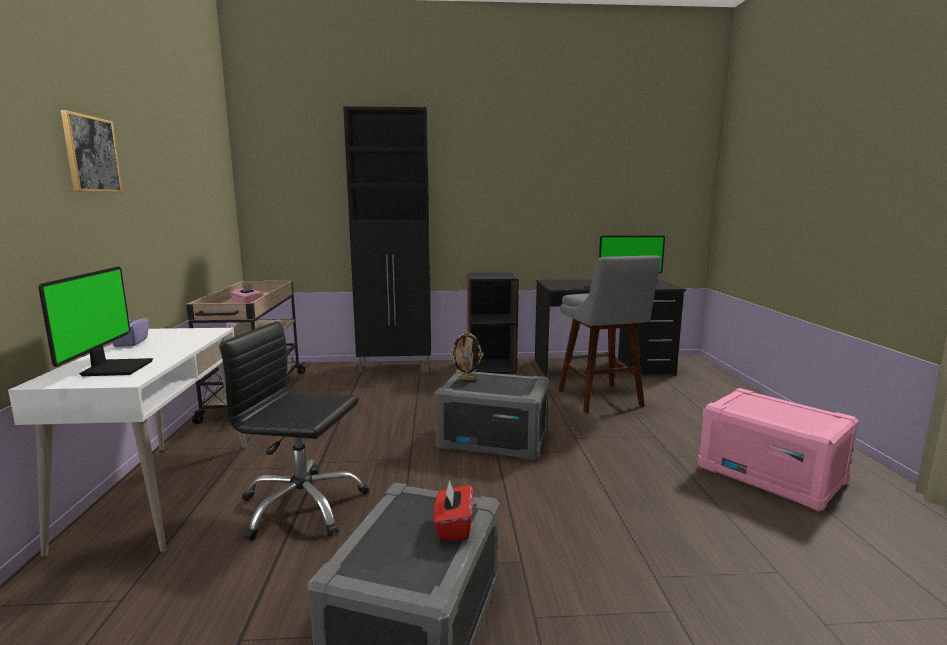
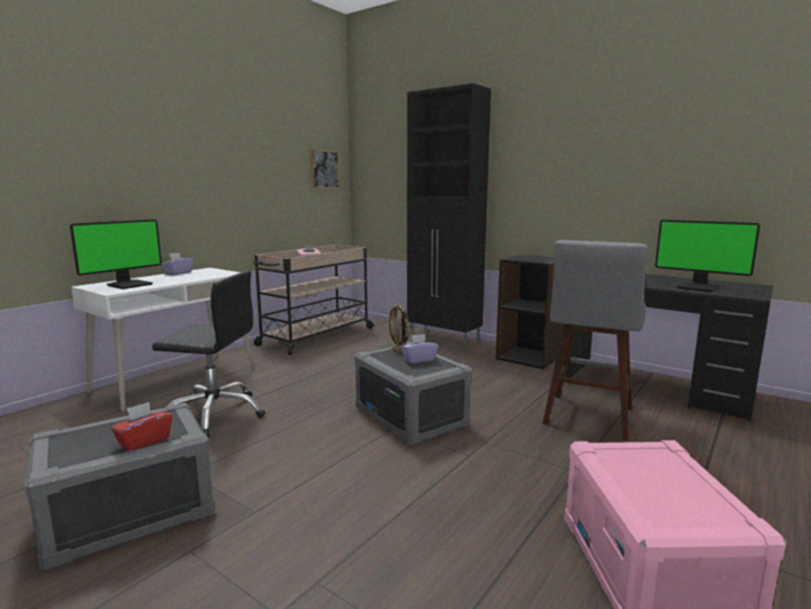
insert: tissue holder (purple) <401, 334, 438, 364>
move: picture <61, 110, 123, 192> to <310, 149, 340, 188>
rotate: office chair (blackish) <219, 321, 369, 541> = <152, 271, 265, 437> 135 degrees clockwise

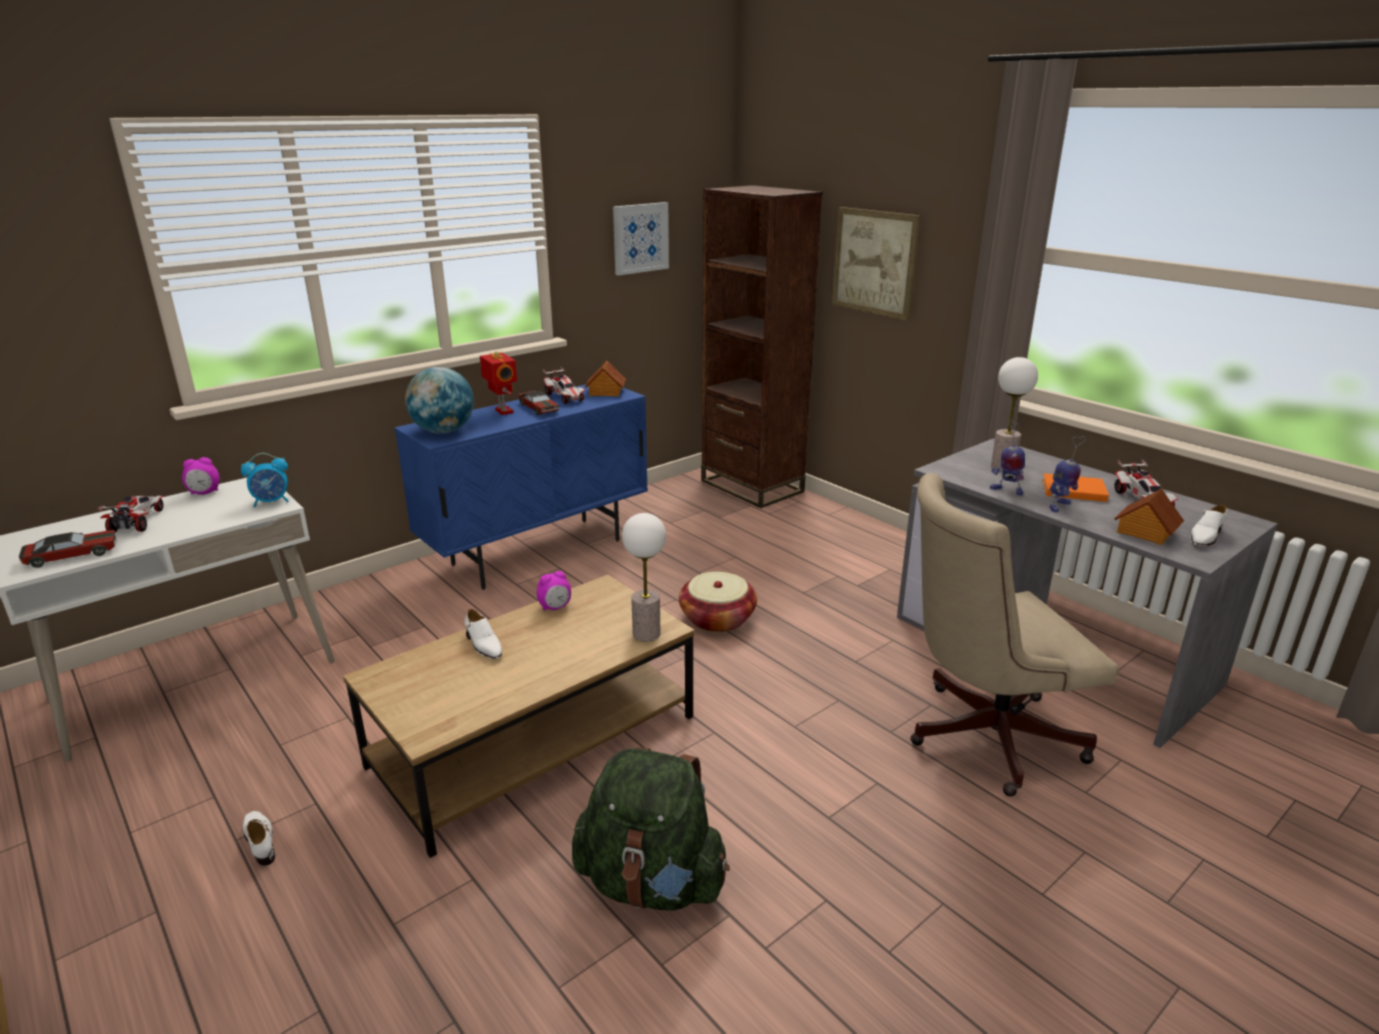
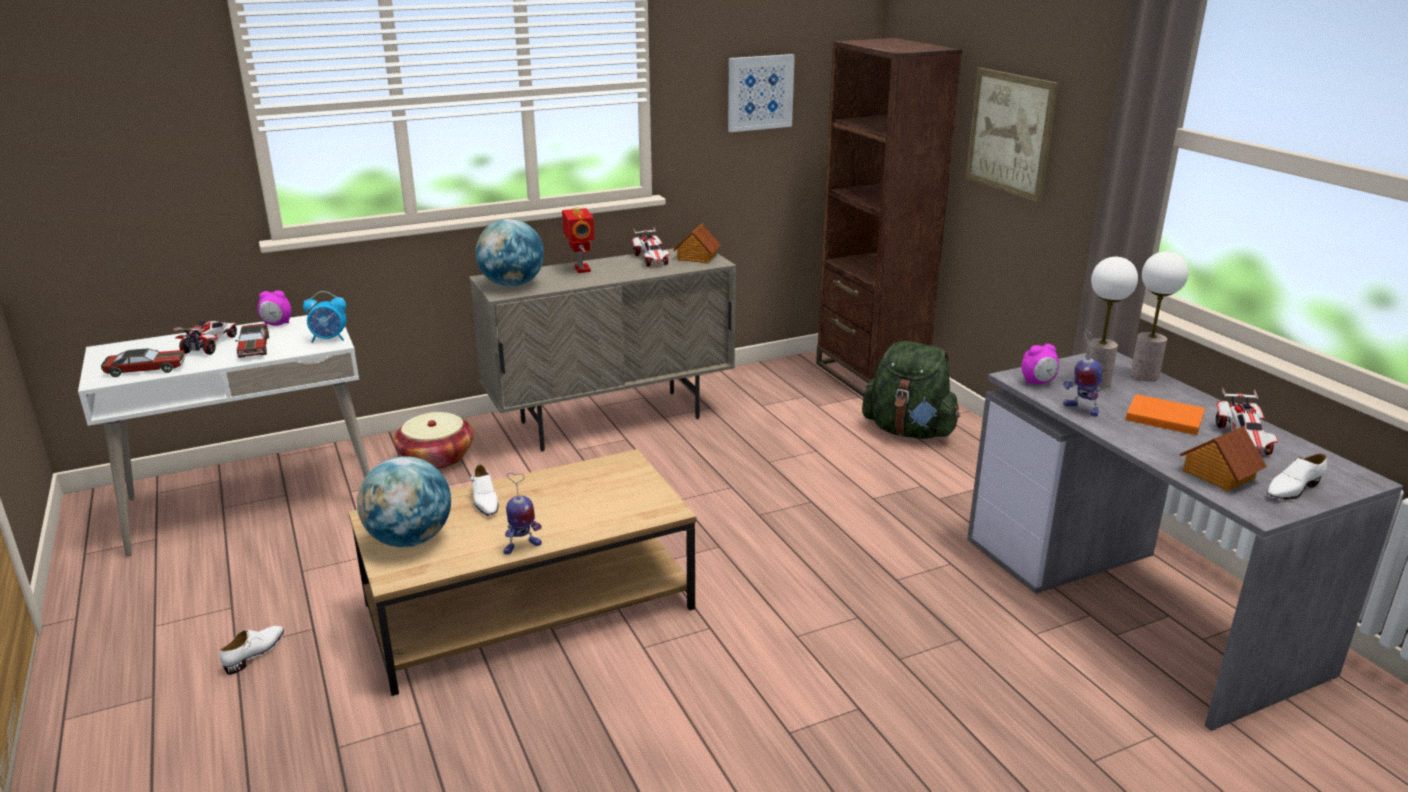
delete: office chair (beige) <910, 473, 1118, 797>
insert: world globe <357, 456, 451, 547>
move: model car <518, 391, 559, 415> to <235, 324, 269, 358>; alarm clock <536, 571, 571, 611> to <1021, 344, 1059, 385>; backpack (green-coloured) <572, 747, 730, 911> to <862, 341, 960, 439>; lamp for a table <622, 513, 666, 641> to <1130, 251, 1189, 381>; household basket <679, 572, 757, 632> to <394, 412, 473, 470>; model robot <1050, 436, 1086, 513> to <503, 473, 542, 555>
recolor: storage cabinet (bluish) <394, 384, 648, 590> to storage cabinet (beige) <469, 248, 736, 451>
rotate: low shoe (white-coloured) <243, 811, 275, 865> = <220, 626, 284, 675> 45 degrees clockwise

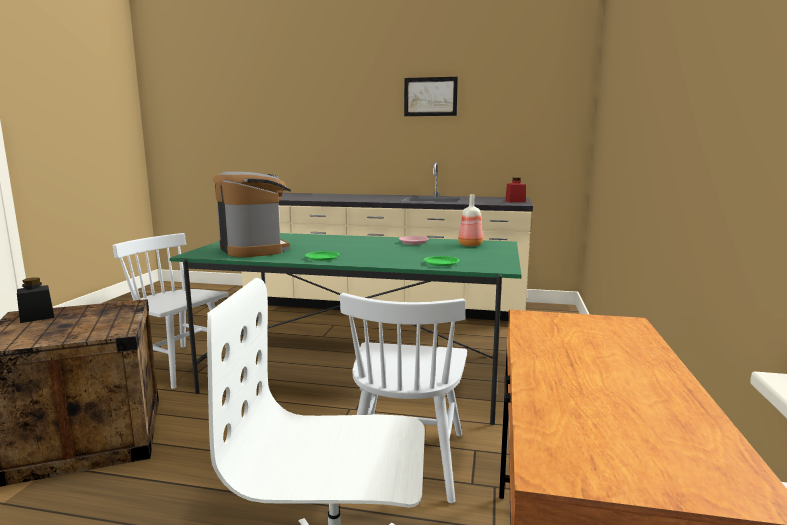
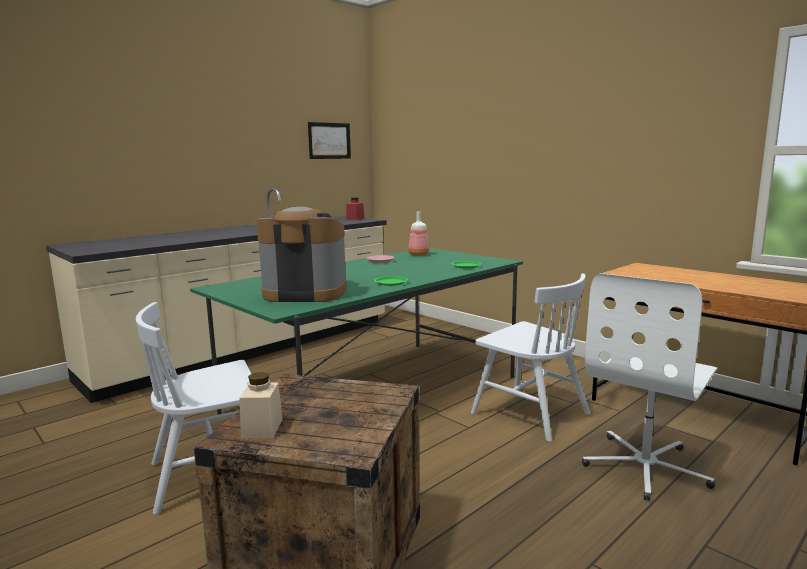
move: picture <404, 77, 458, 116> to <308, 122, 351, 159>
recolor: jar (blackish) <17, 277, 54, 323> to jar (beige) <239, 372, 283, 438>

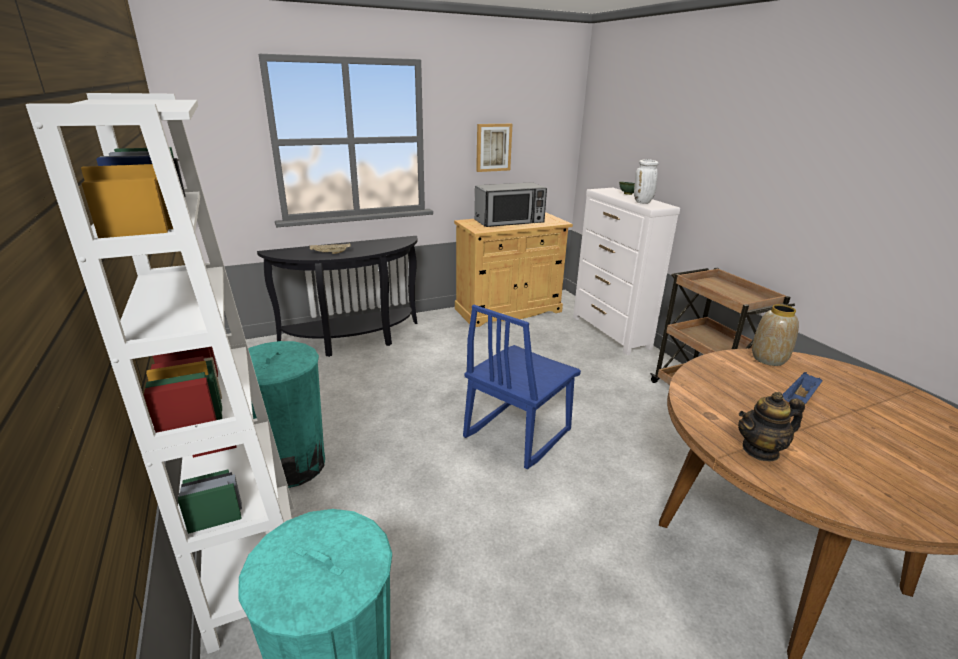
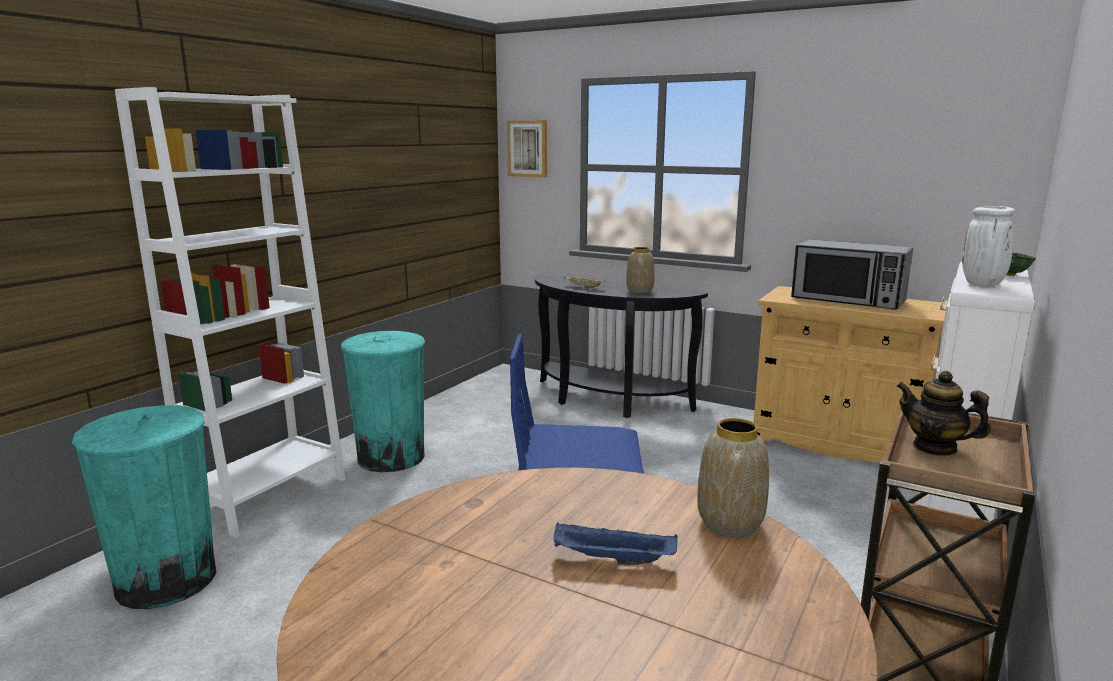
insert: decorative vase <626, 247, 655, 293>
move: picture <476, 124, 512, 172> to <507, 120, 547, 177>; pot for tea <738, 392, 805, 462> to <897, 371, 991, 456>

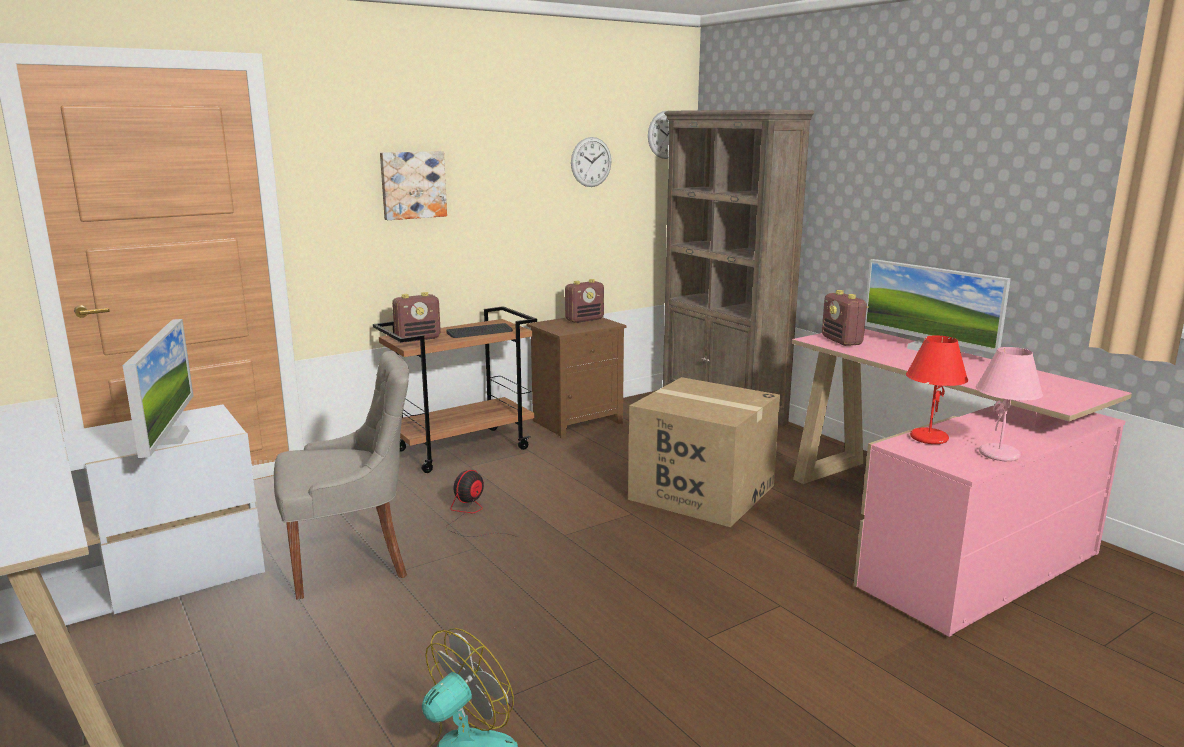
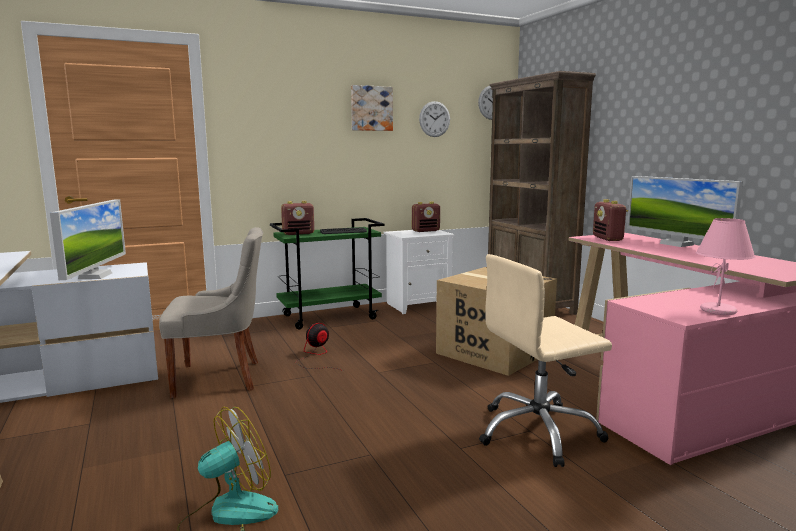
delete: lamp for a table (red) <906, 335, 968, 444>
insert: office chair (beige) <479, 254, 612, 467>
move: picture <380, 151, 447, 220> to <351, 85, 393, 131>
recolor: trolley (brown-coloured) <373, 306, 537, 473> to trolley (green-coloured) <270, 218, 385, 329>; night table (brown-coloured) <527, 317, 627, 438> to night table (white-coloured) <383, 230, 454, 314>

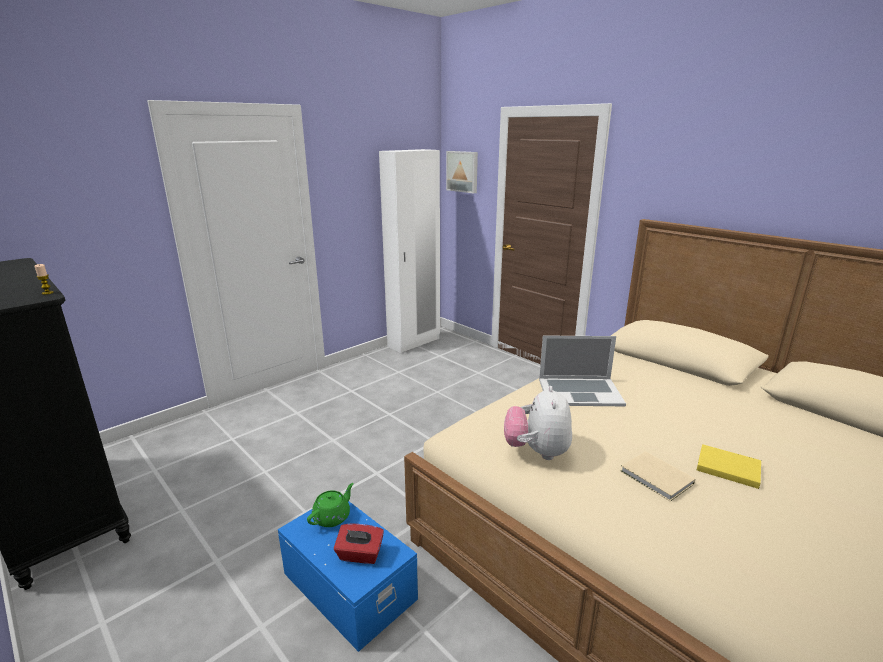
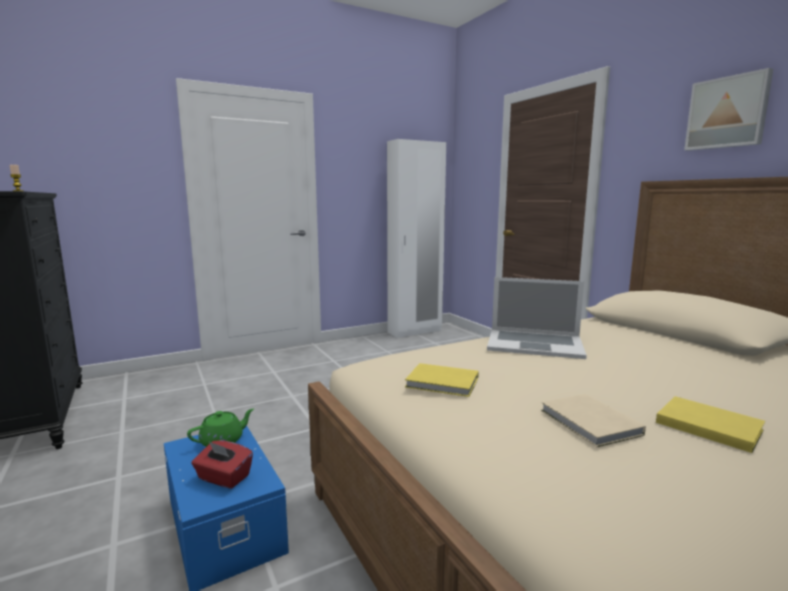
move: picture <446, 151, 478, 194> to <684, 68, 773, 151>
replace: plush toy <504, 386, 572, 460> to book (yellow-coloured) <405, 363, 479, 397>

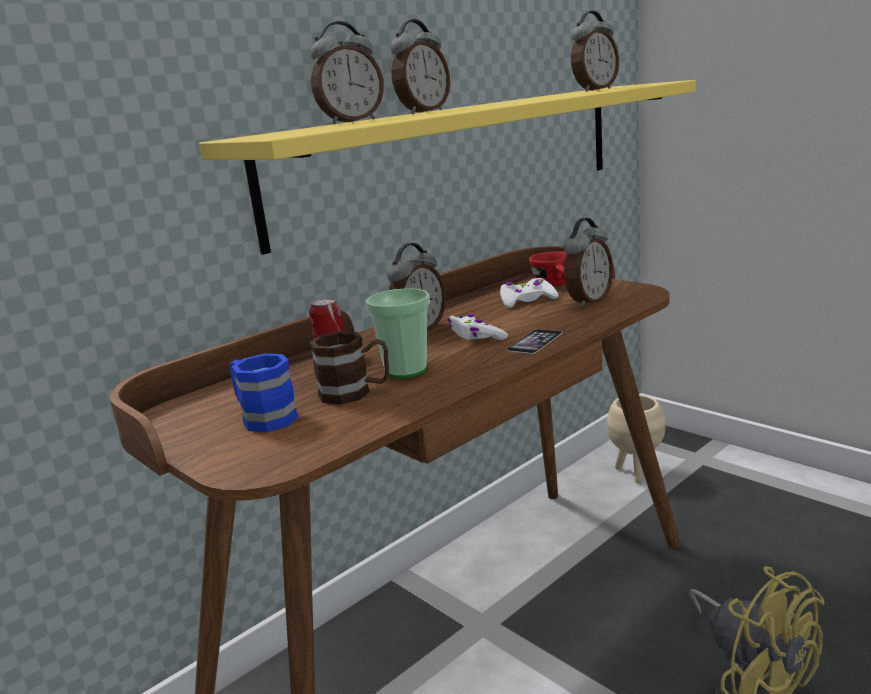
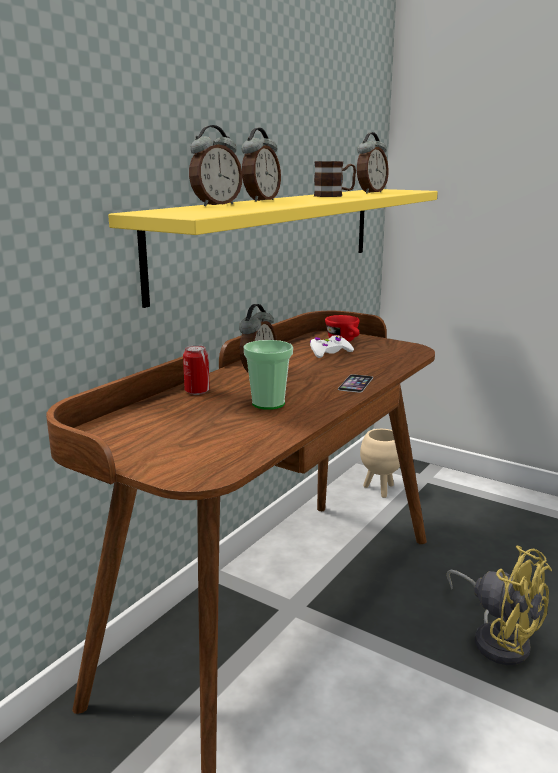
delete: coffee mug (bluish) <229, 354, 298, 432>; gamepad (white-coloured) <448, 314, 508, 340>; alarm clock <563, 218, 613, 308>
move: coffee mug (brown-coloured) <310, 331, 389, 405> to <314, 161, 356, 197>

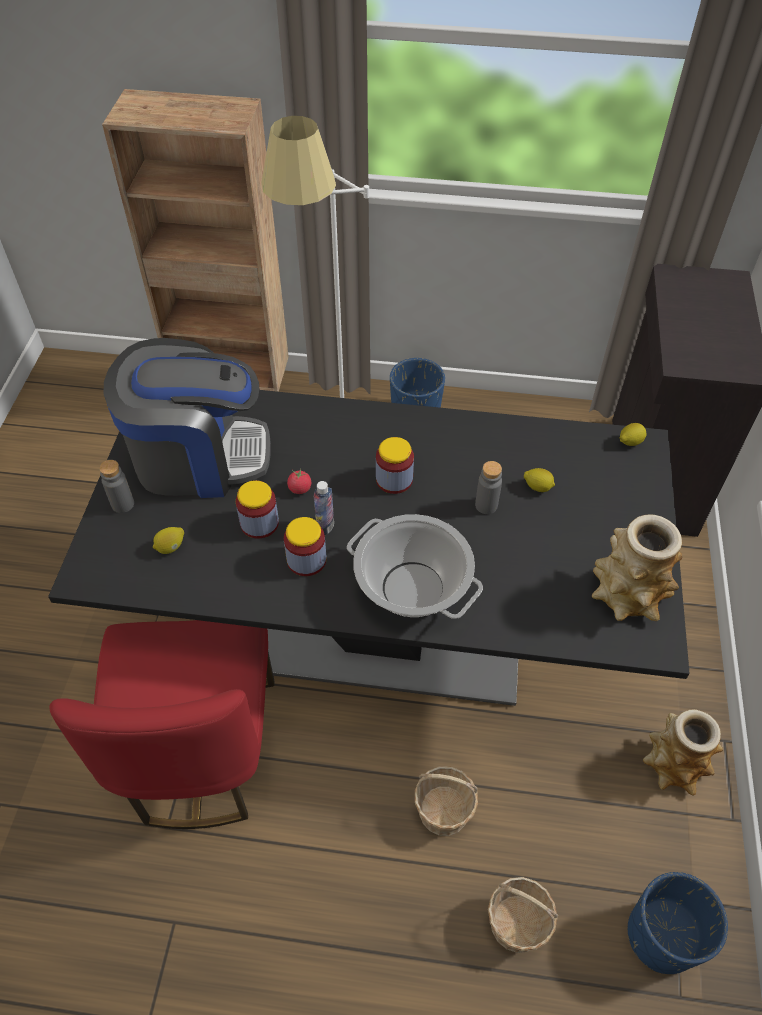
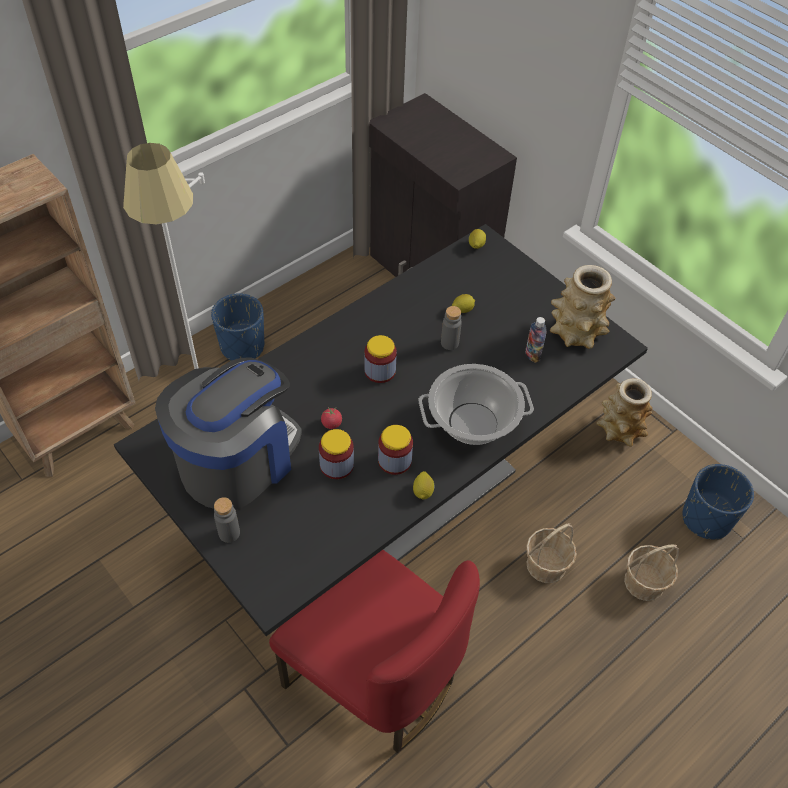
move: whole lemon <153, 527, 184, 554> to <413, 471, 434, 499>; bottle <314, 481, 334, 536> to <525, 317, 547, 363>

